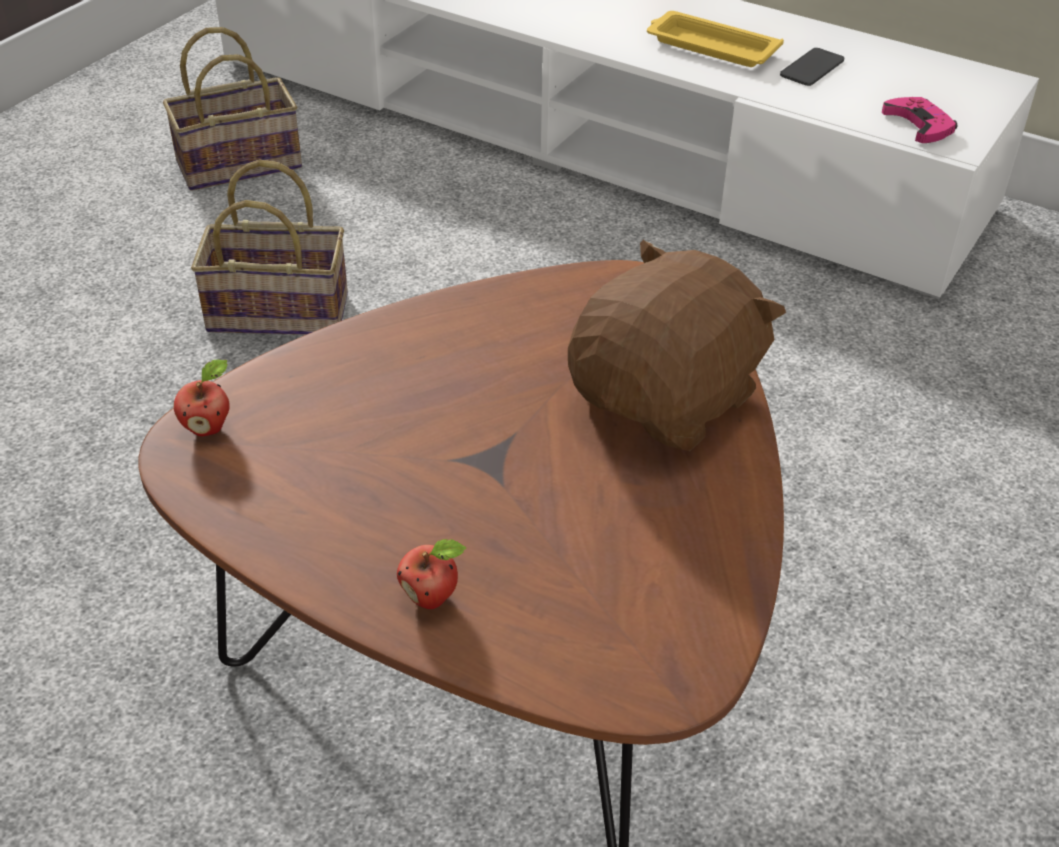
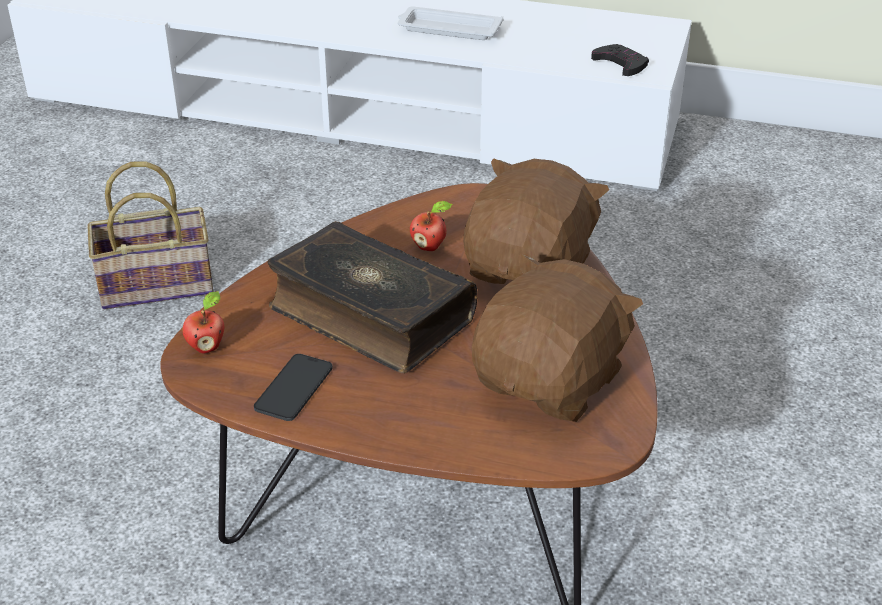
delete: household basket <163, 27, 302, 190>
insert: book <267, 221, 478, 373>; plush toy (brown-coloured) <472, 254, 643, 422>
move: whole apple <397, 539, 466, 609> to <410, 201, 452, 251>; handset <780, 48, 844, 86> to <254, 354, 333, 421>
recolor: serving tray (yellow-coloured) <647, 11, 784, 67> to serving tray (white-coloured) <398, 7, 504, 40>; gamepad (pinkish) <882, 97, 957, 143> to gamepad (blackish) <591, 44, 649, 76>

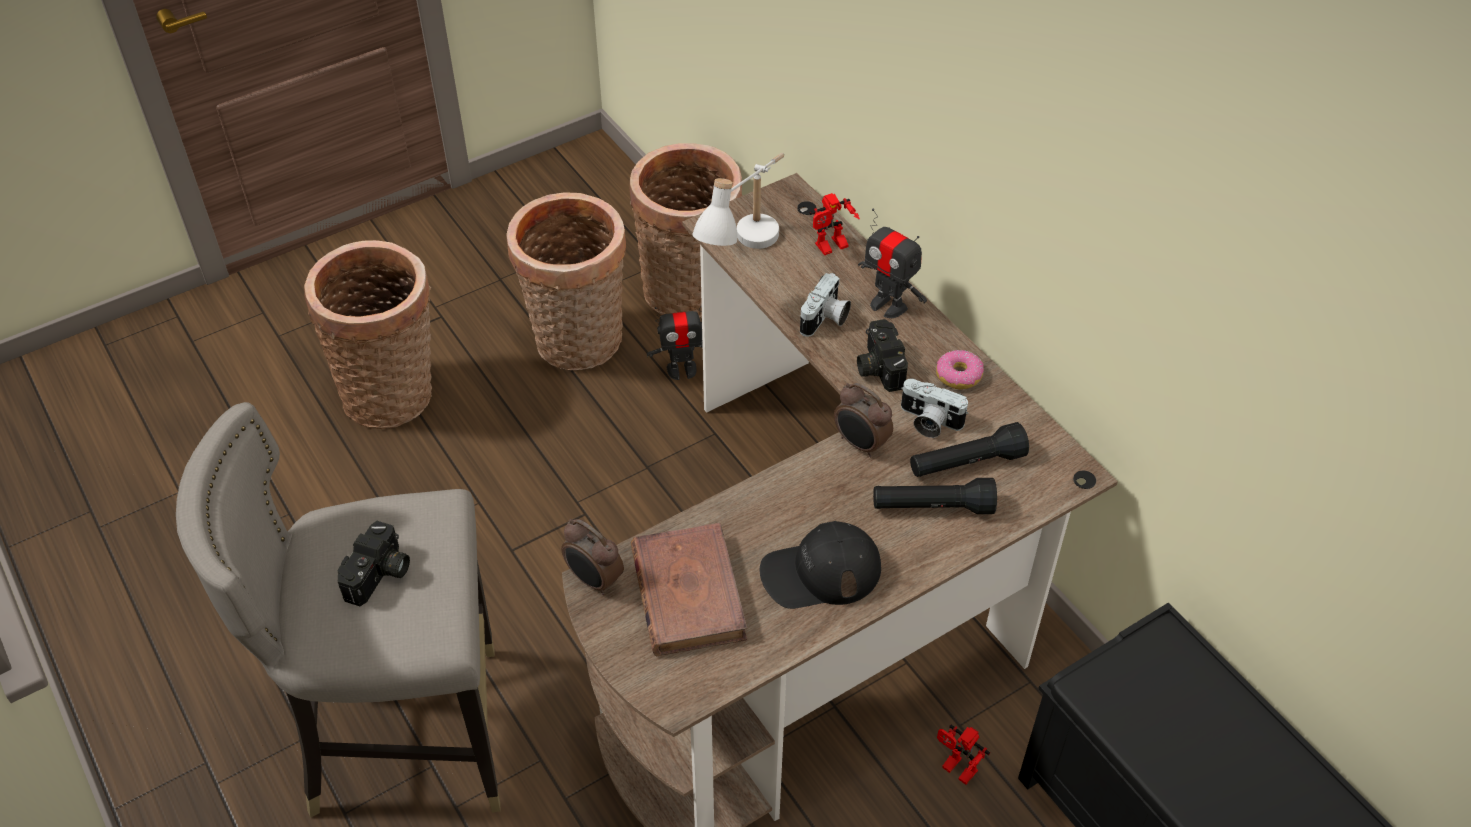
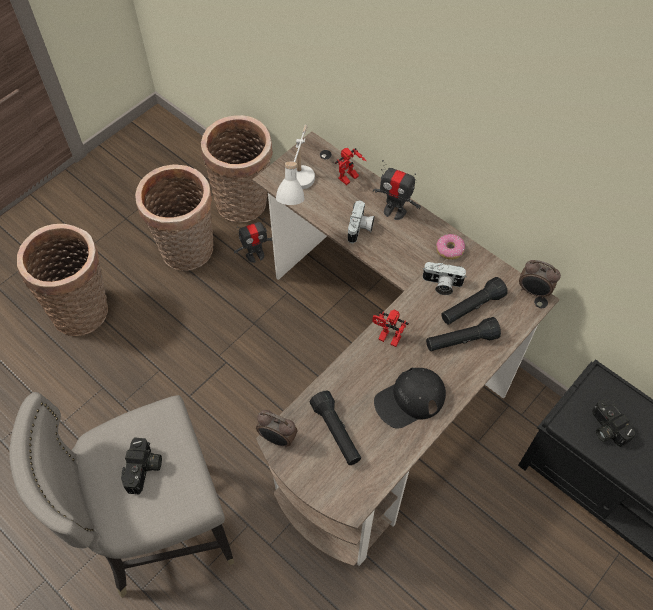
move: alarm clock <834, 383, 893, 457> to <519, 260, 561, 299>; still camera <857, 319, 908, 392> to <592, 398, 635, 447>; model robot <937, 725, 990, 785> to <372, 309, 409, 347>
replace: book (brown-coloured) <631, 523, 747, 656> to flashlight (blackish) <309, 390, 361, 465>

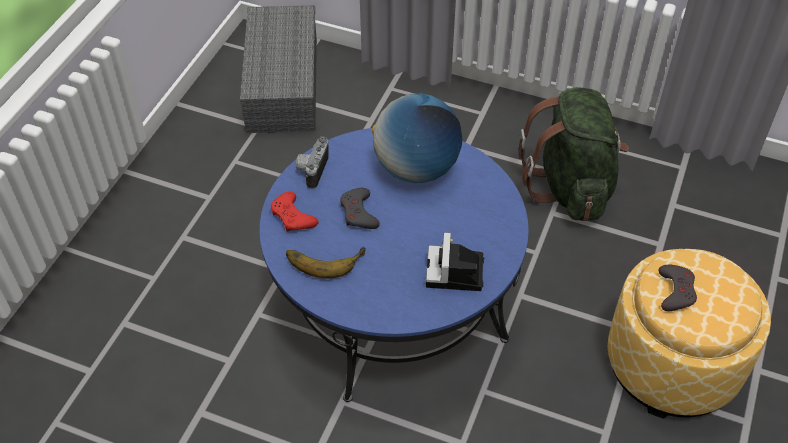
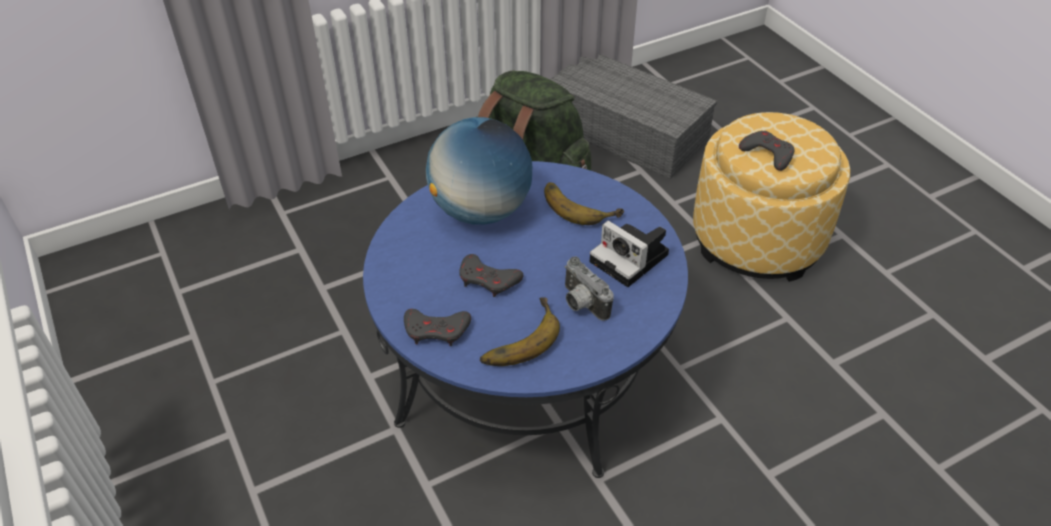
insert: banana fruit <544, 182, 624, 225>
move: storage bin (gray) <240, 5, 317, 133> to <550, 54, 717, 180>; still camera <296, 136, 329, 189> to <565, 257, 614, 321>
recolor: gamepad (red) <271, 191, 319, 232> to gamepad (gray) <404, 309, 471, 346>

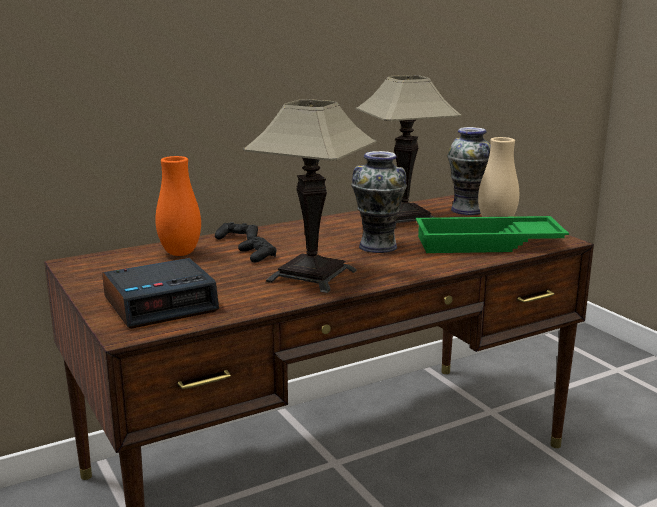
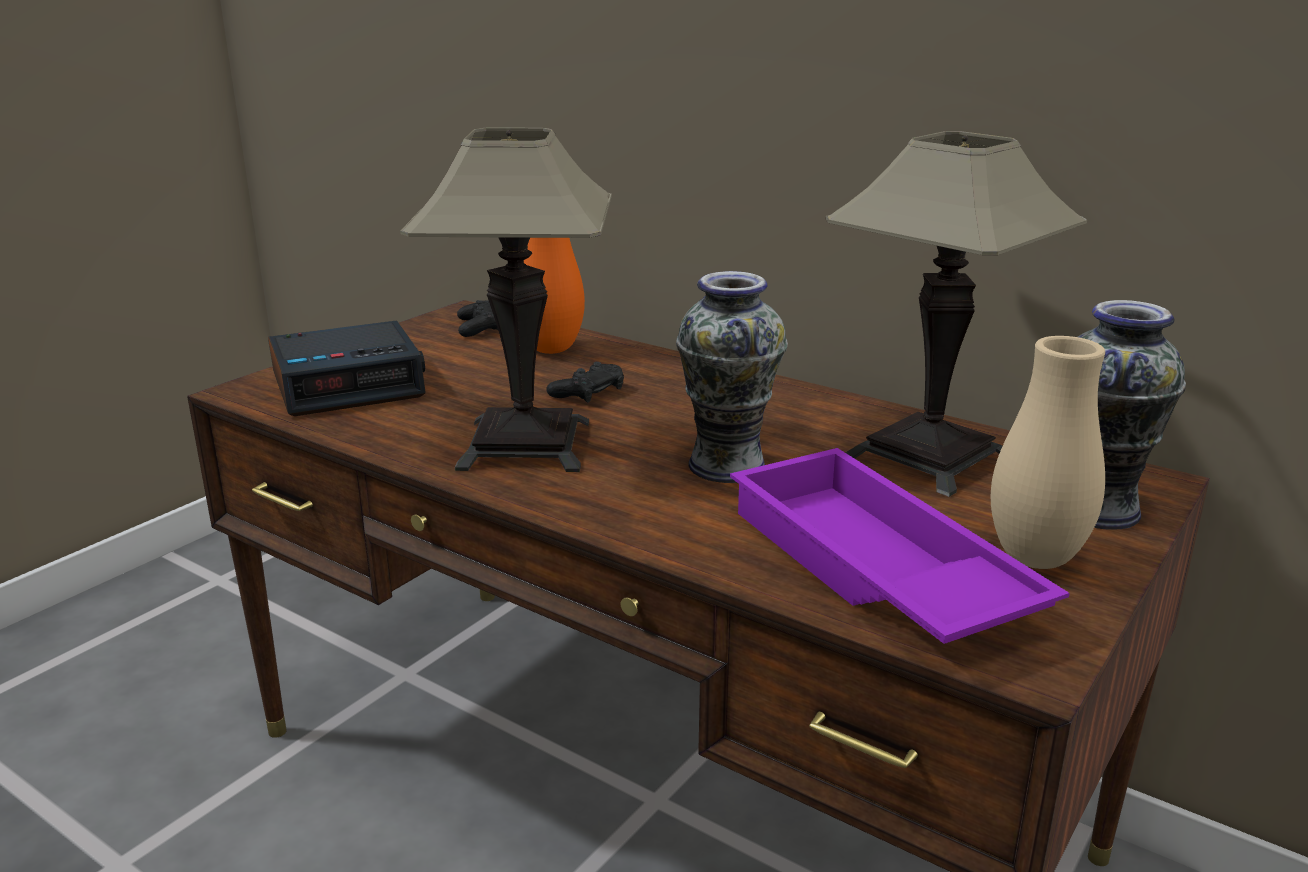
move: gamepad (blackish) <215, 222, 258, 240> to <457, 300, 498, 337>
recolor: serving tray (green-coloured) <416, 216, 569, 253> to serving tray (purple) <730, 448, 1070, 644>
rotate: alarm clock <102, 258, 219, 329> = <268, 321, 426, 416> 60 degrees counterclockwise

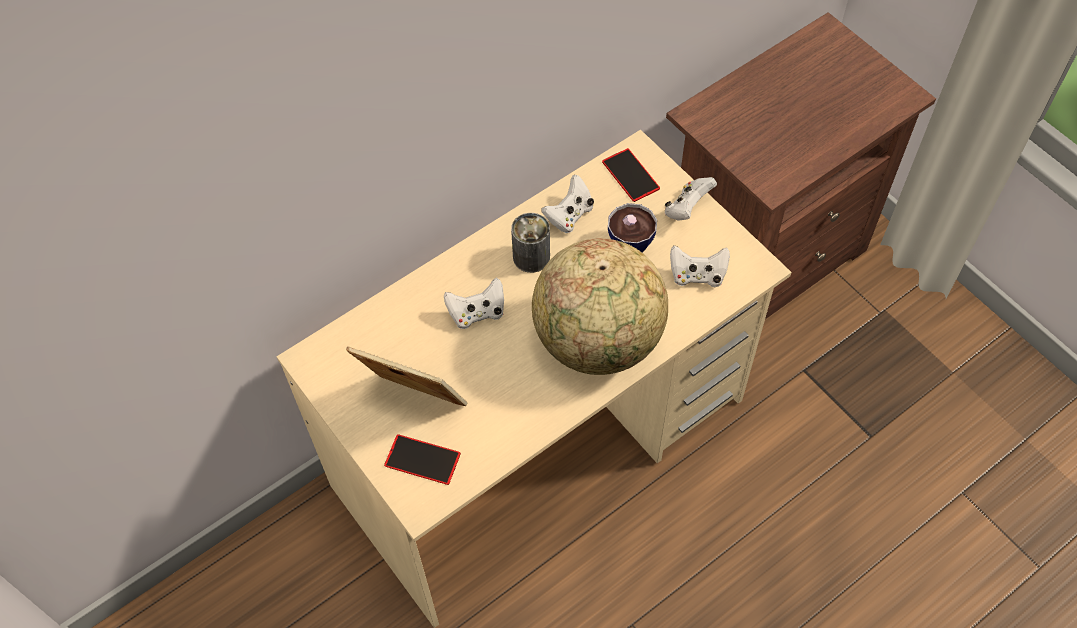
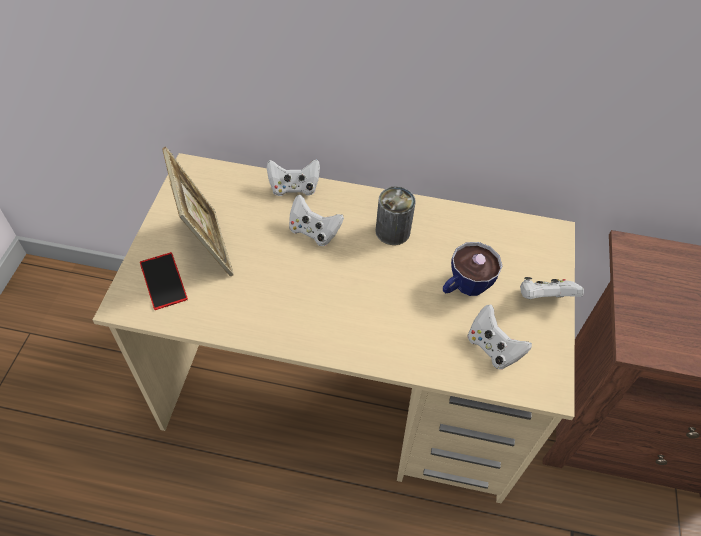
delete: world globe <532, 238, 668, 375>; handset <602, 148, 660, 202>
move: gamepad (white-coloured) <541, 175, 594, 233> to <267, 159, 320, 196>

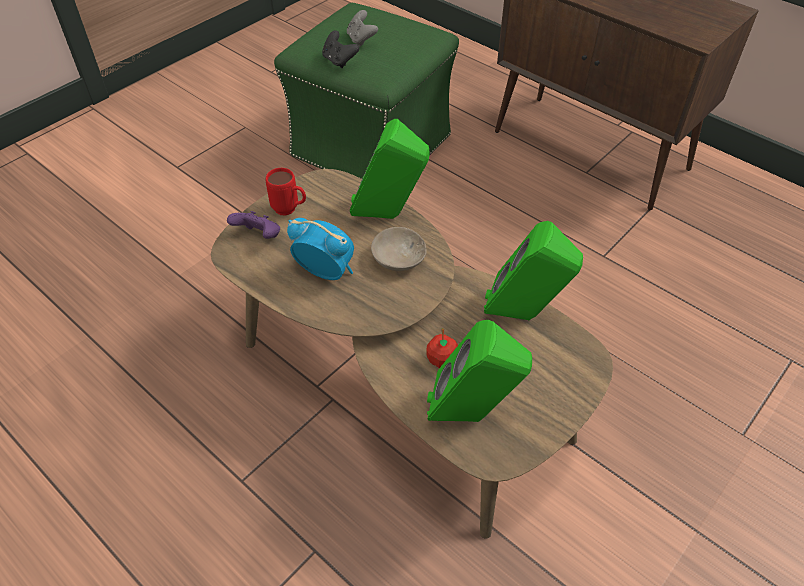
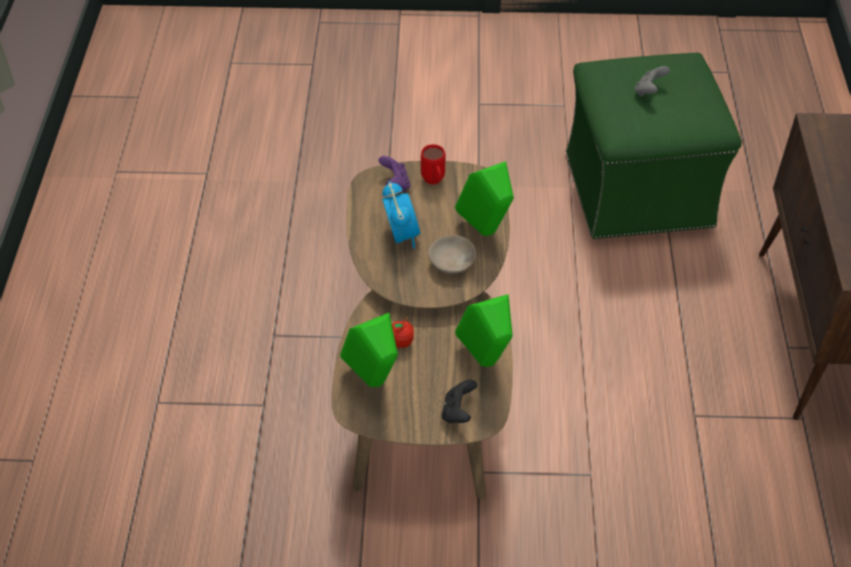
move: gamepad (blackish) <322, 30, 359, 68> to <441, 380, 477, 423>

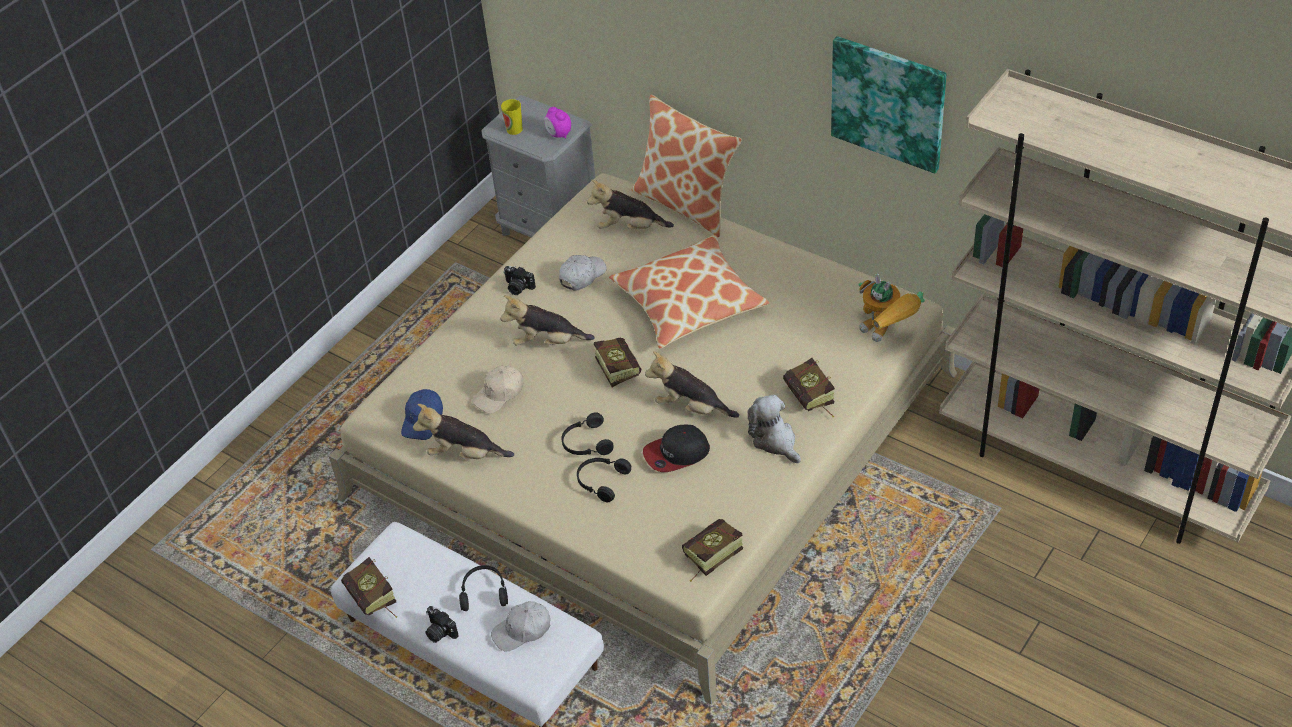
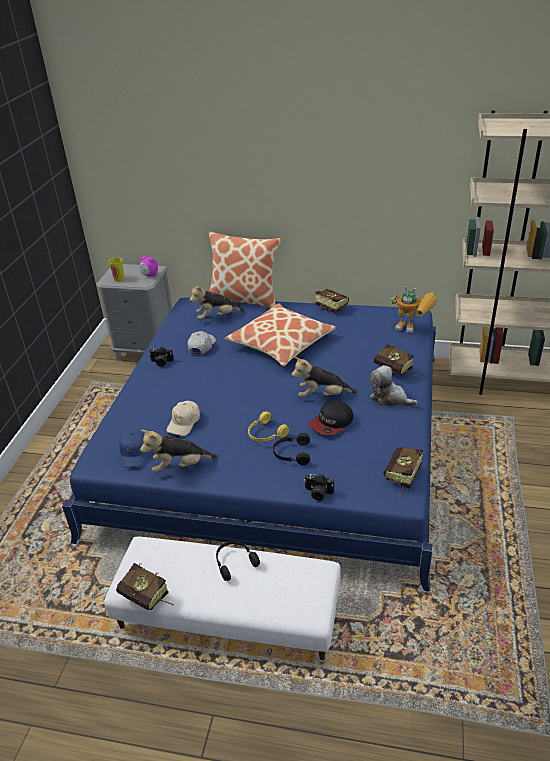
delete: baseball cap (white-coloured) <491, 601, 550, 652>; plush toy <500, 295, 595, 345>; picture <831, 36, 946, 174>
move: still camera <425, 606, 459, 643> to <304, 474, 334, 501>; book <594, 337, 641, 387> to <313, 289, 349, 313>
recolor: bedroom bed (beige) <329, 173, 957, 705> to bedroom bed (bluish) <62, 297, 436, 591>; headphones (blackish) <561, 412, 614, 455> to headphones (yellow-coloured) <248, 411, 289, 442>

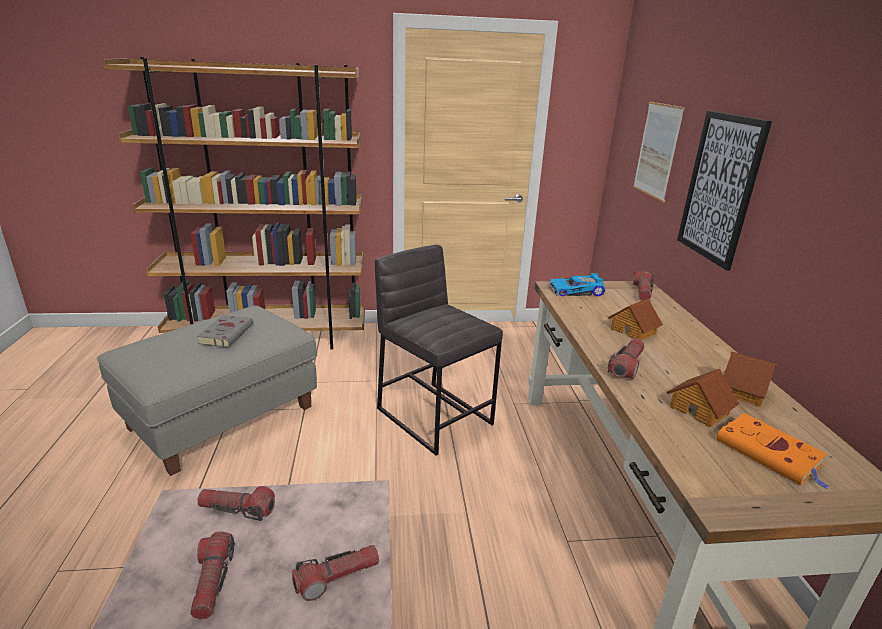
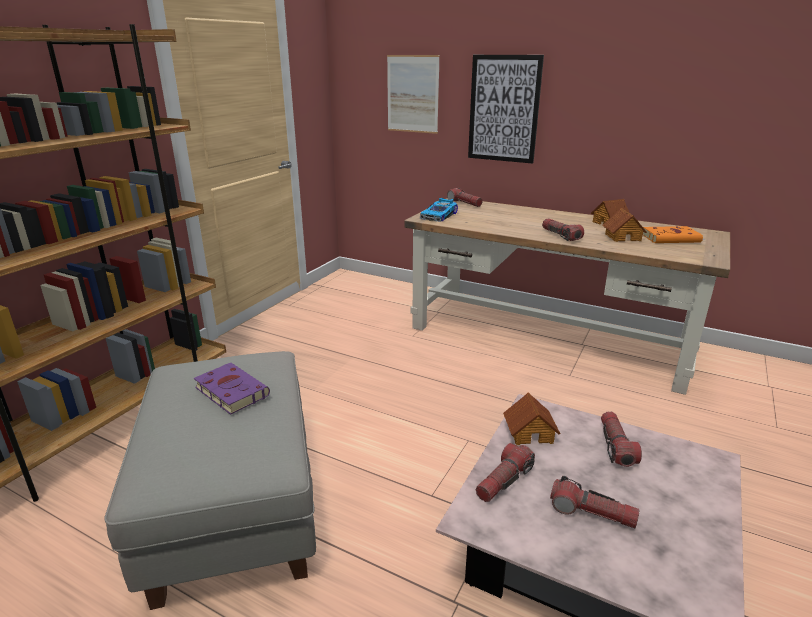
delete: stool (gray) <375, 245, 503, 456>
move: miniature house <608, 298, 663, 340> to <503, 392, 560, 445>
recolor: book (gray) <197, 315, 253, 347> to book (purple) <194, 363, 270, 415>

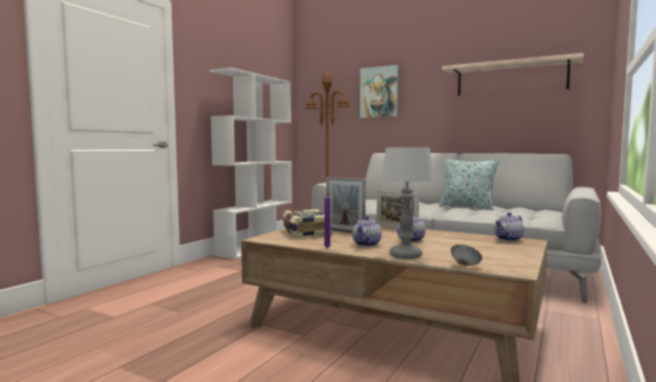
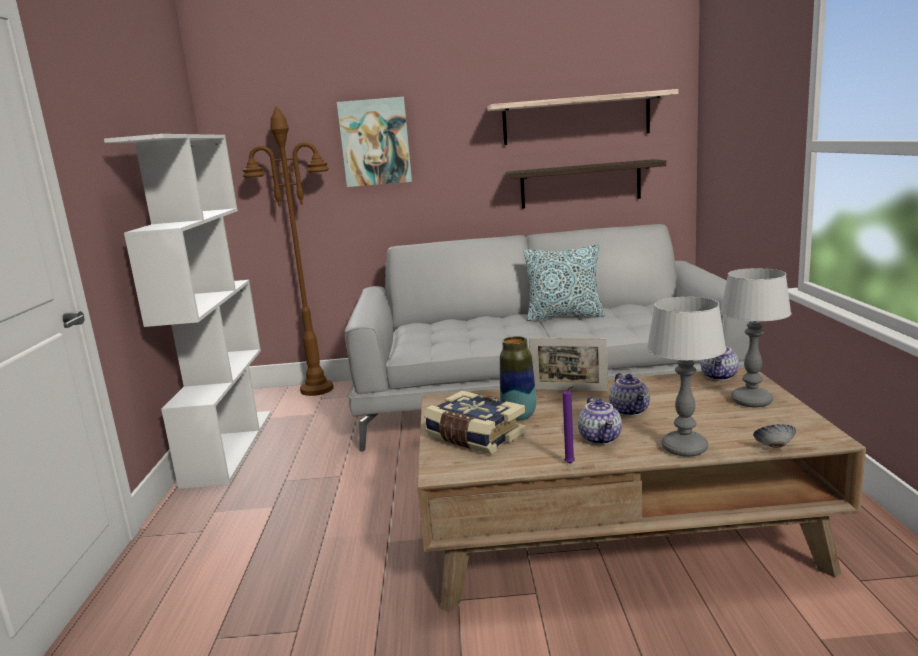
insert: wall shelf <506, 159, 666, 209>; lamp for a table <720, 268, 791, 407>
replace: standing frame <326, 177, 366, 233> to decorative vase <500, 336, 536, 420>

